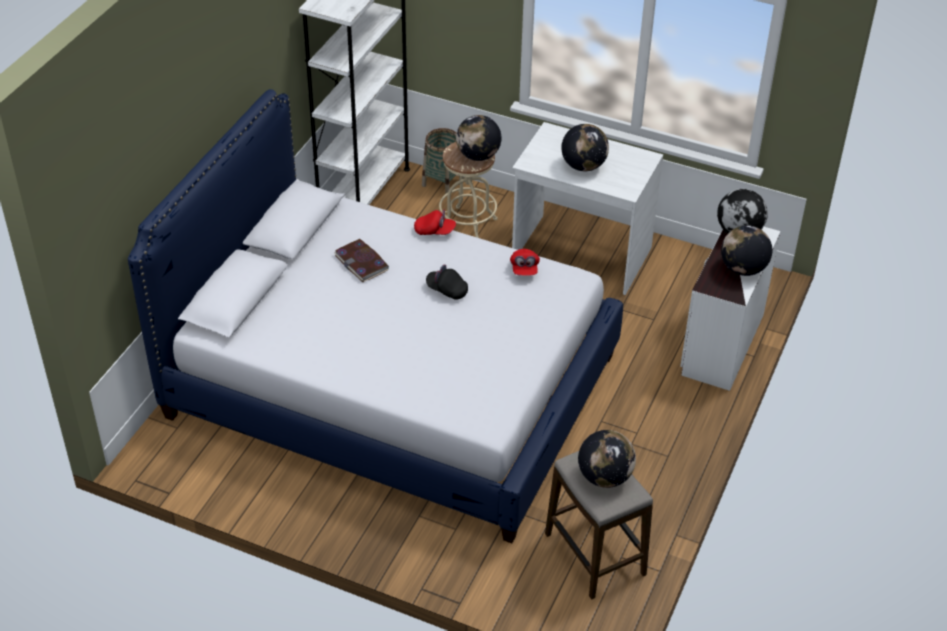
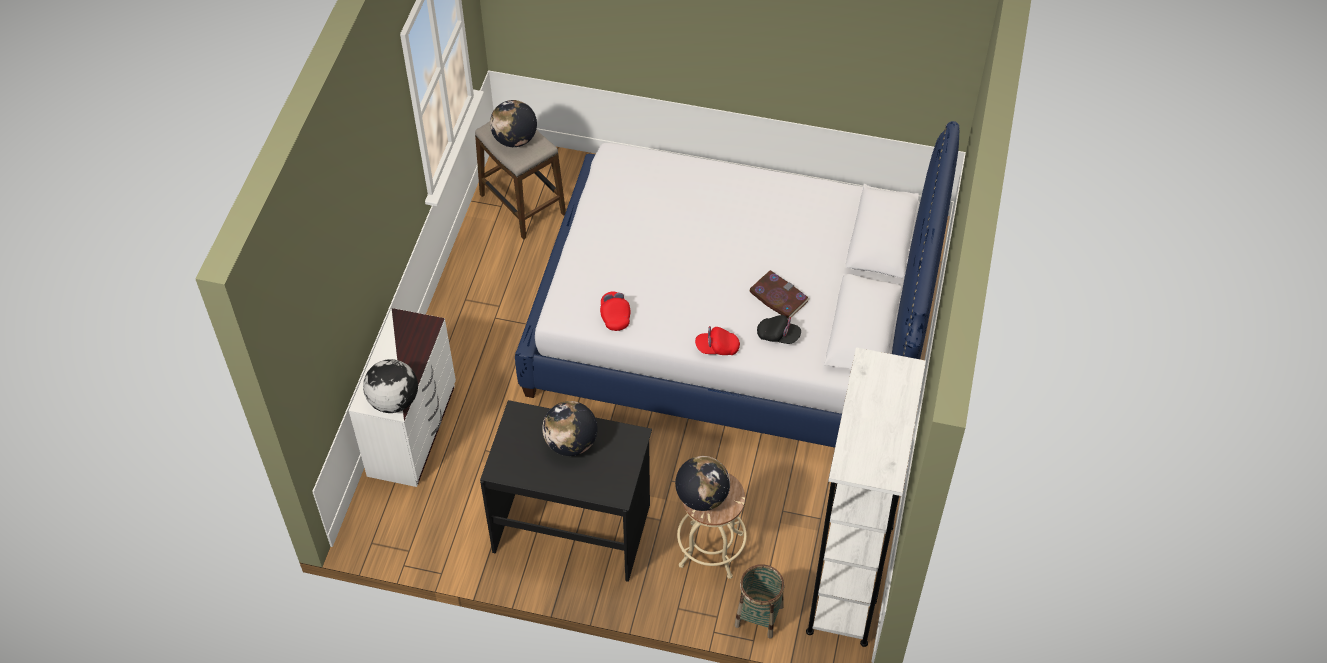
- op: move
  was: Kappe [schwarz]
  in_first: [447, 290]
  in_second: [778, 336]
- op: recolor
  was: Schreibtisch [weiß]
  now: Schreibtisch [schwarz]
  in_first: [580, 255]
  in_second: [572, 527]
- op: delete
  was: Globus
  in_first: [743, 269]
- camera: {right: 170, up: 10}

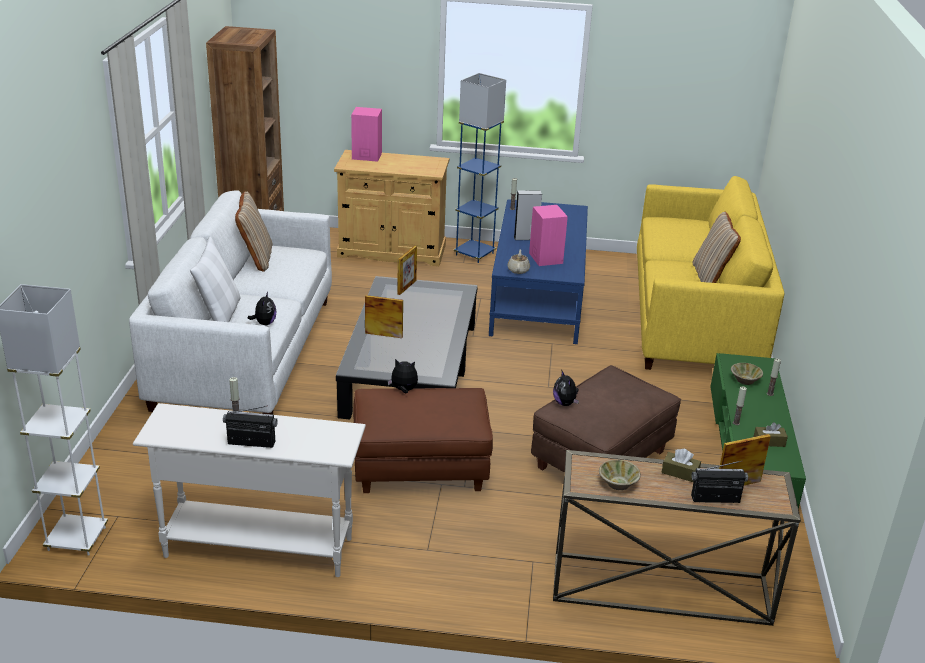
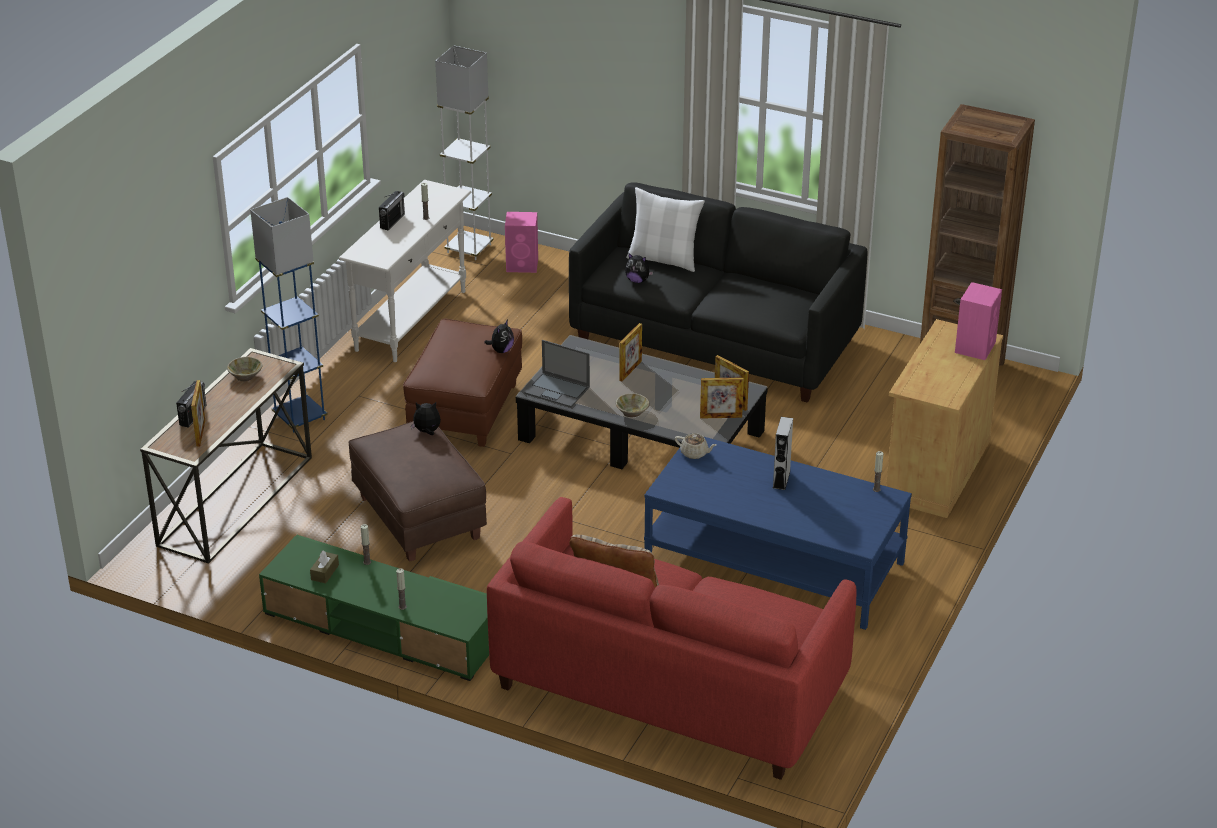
- op: recolor
  was: Sofa [weiß]
  now: Sofa [schwarz]
  in_first: [245, 352]
  in_second: [715, 341]
- op: delete
  was: Kissen [beige]
  in_first: [256, 258]
- op: move
  was: Stehlampe [blau]
  in_first: [474, 254]
  in_second: [300, 417]
- op: move
  was: Lautsprecher [rosa]
  in_first: [545, 258]
  in_second: [523, 265]
- op: recolor
  was: Sofa [gelb]
  now: Sofa [rot]
  in_first: [695, 318]
  in_second: [669, 686]
- op: delete
  was: Taschentuchbox [braun]
  in_first: [680, 473]
- op: move
  was: Schüssel [beige]
  in_first: [745, 380]
  in_second: [632, 412]
- op: insert
  now: Laptop
  in_second: [558, 390]
- op: insert
  now: Bilderrahmen
  in_second: [721, 417]
- camera: {right: 110, up: 5}

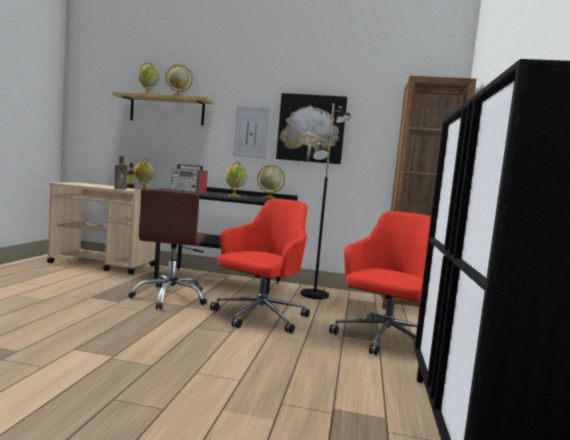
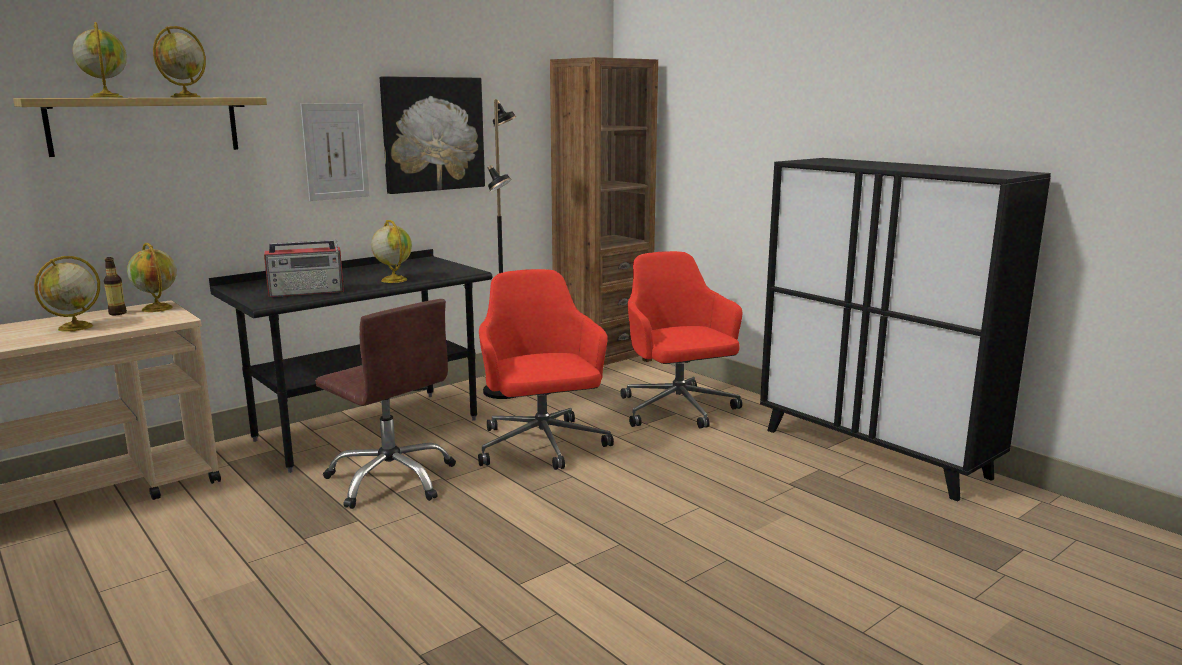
- op: delete
  was: Flasche [braun]
  in_first: [121, 189]
- op: move
  was: Globus
  in_first: [269, 198]
  in_second: [74, 327]
- camera: {right: -50, up: 10}

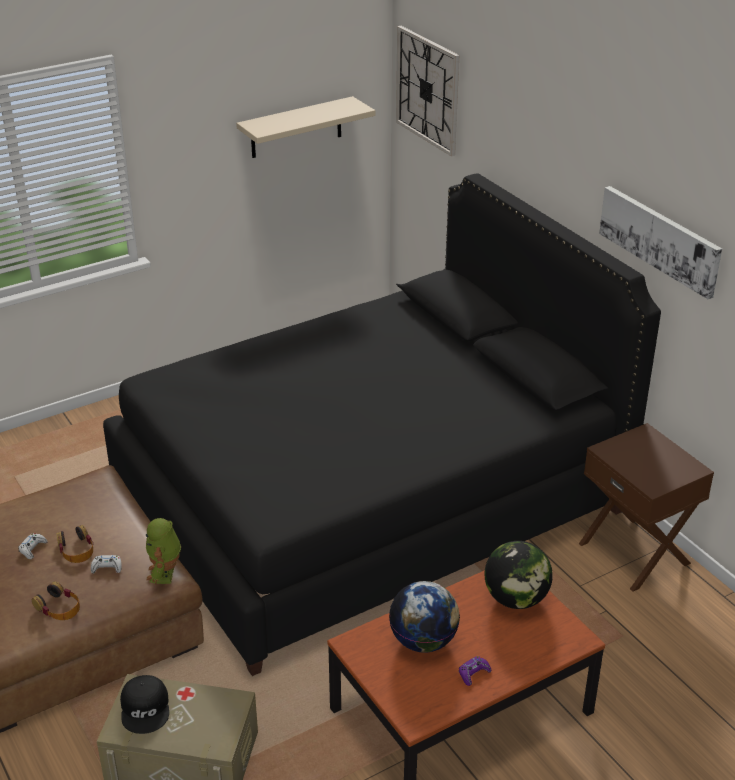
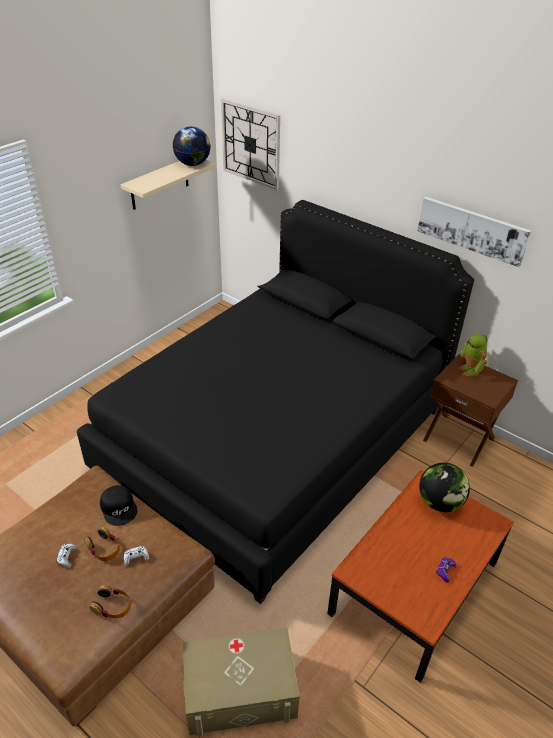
- op: move
  was: Kappe [schwarz]
  in_first: [146, 708]
  in_second: [119, 508]
- op: move
  was: Spielzeugroboter
  in_first: [165, 574]
  in_second: [470, 370]
- op: move
  was: Globus
  in_first: [423, 641]
  in_second: [193, 164]
- camera: {right: -20, up: 5}

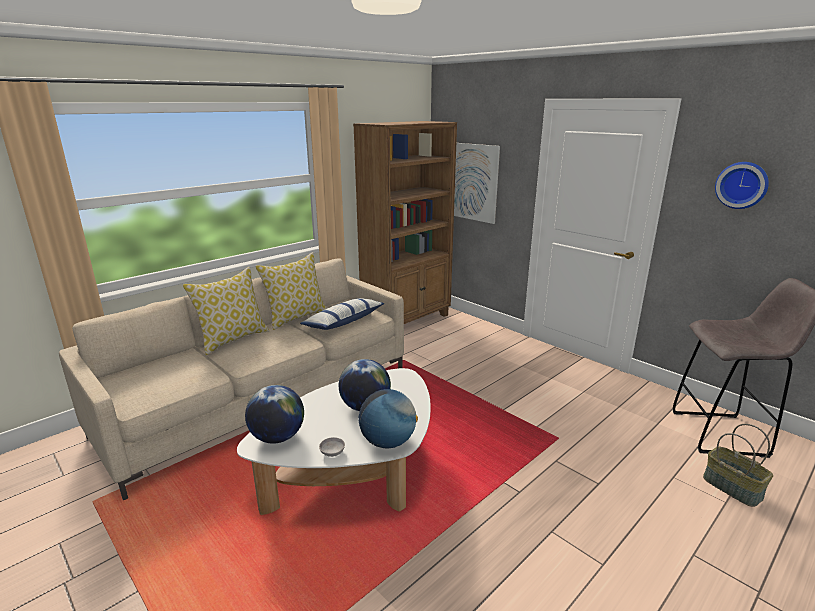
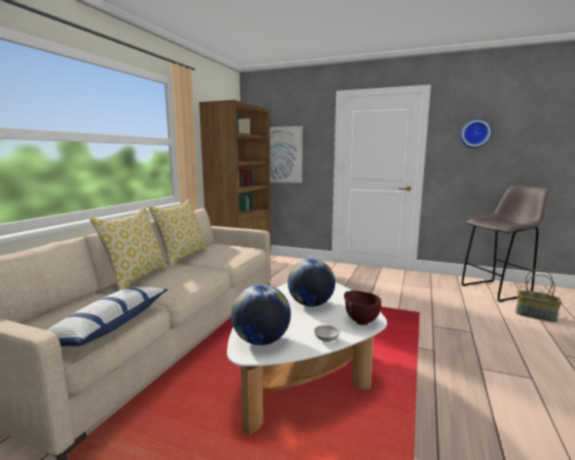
- op: move
  was: Kissen
  in_first: [344, 322]
  in_second: [109, 326]
- op: replace
  was: Globus
  now: Schüssel [braun]
  in_first: [388, 442]
  in_second: [360, 321]
- camera: {right: -25, up: -10}

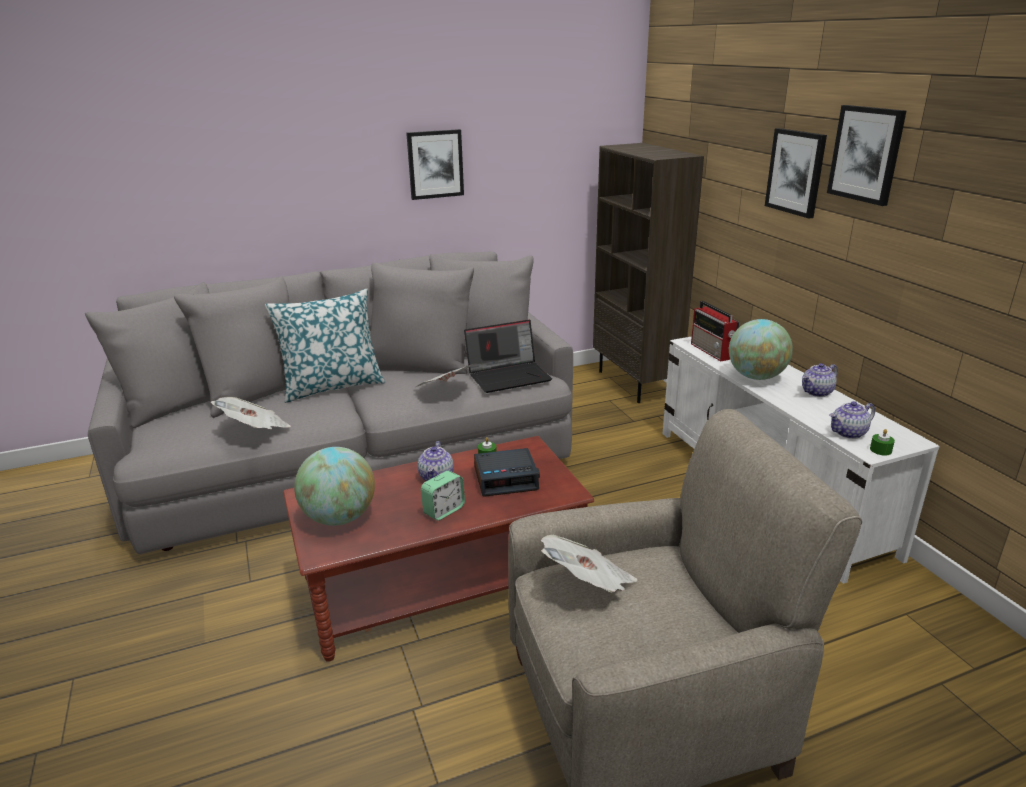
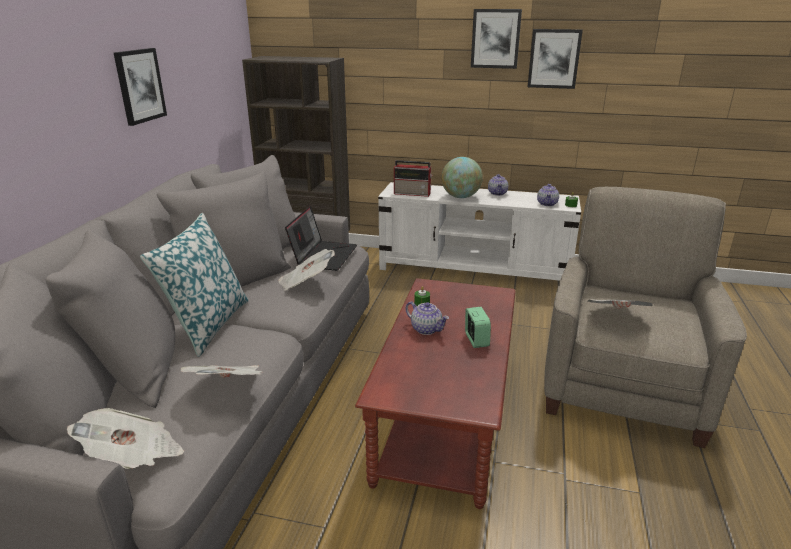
- op: delete
  was: Globus
  in_first: [339, 518]
- op: delete
  was: Wecker
  in_first: [506, 478]
- op: move
  was: Bild
  in_first: [796, 172]
  in_second: [554, 59]
- op: insert
  now: Zeitung
  in_second: [134, 457]
- camera: {right: -55, up: 0}

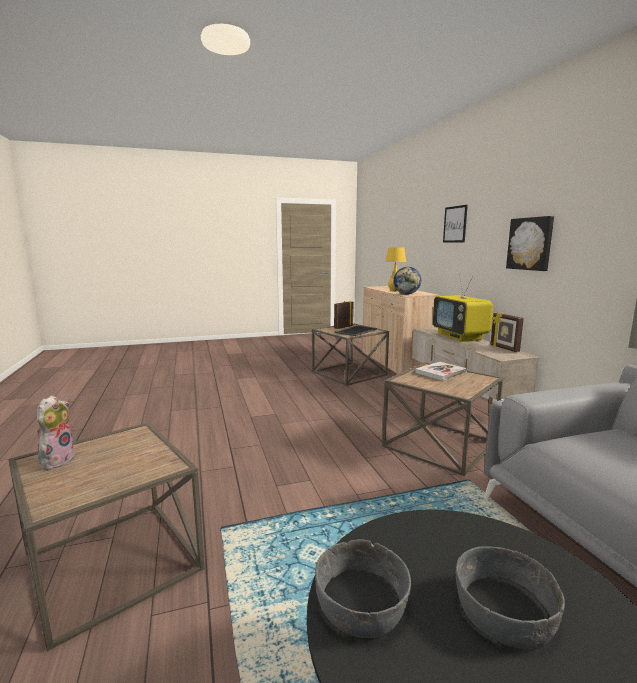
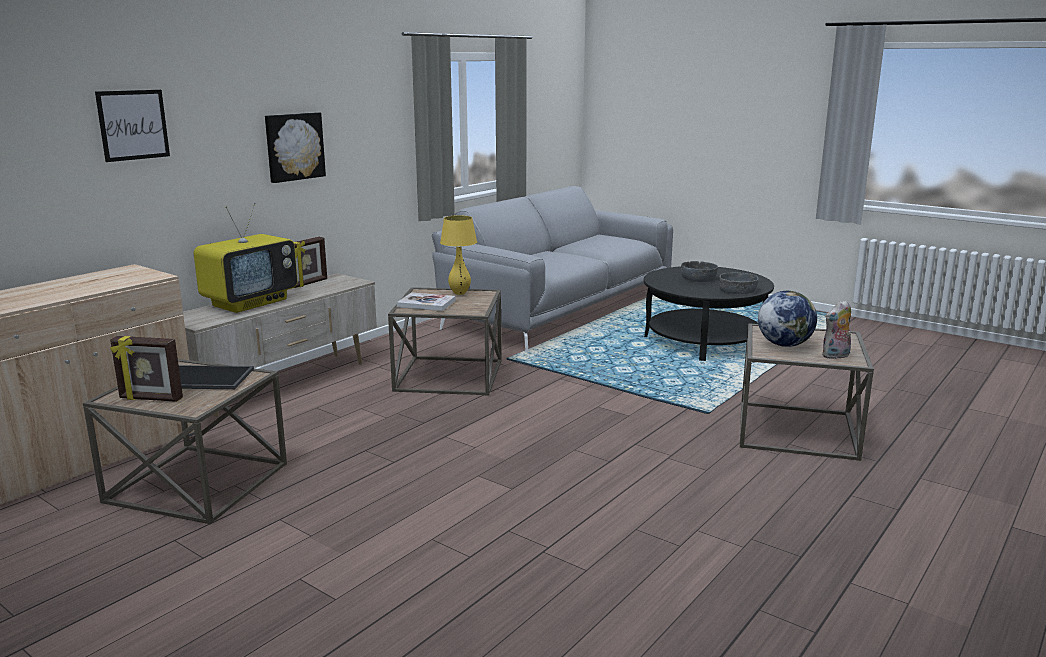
- op: move
  was: Tischlampe [gelb]
  in_first: [394, 291]
  in_second: [459, 293]
- op: move
  was: Globus
  in_first: [406, 294]
  in_second: [784, 345]
- camera: {right: -125, up: 5}

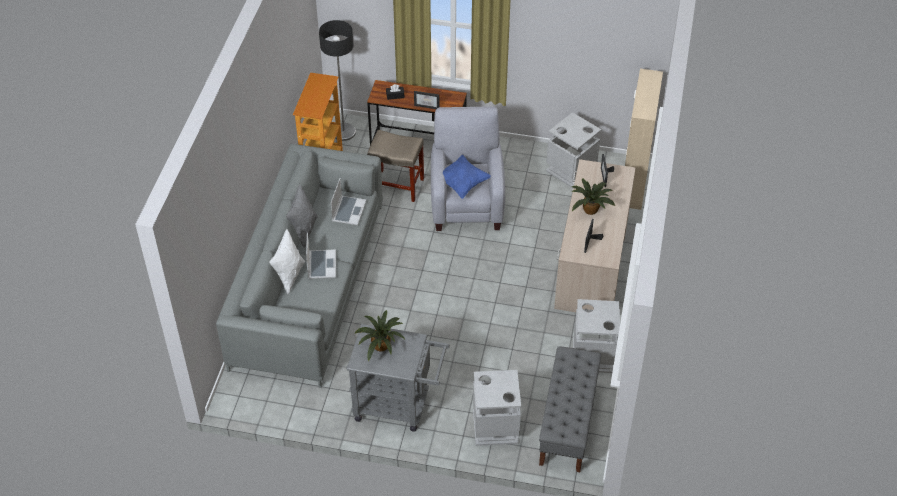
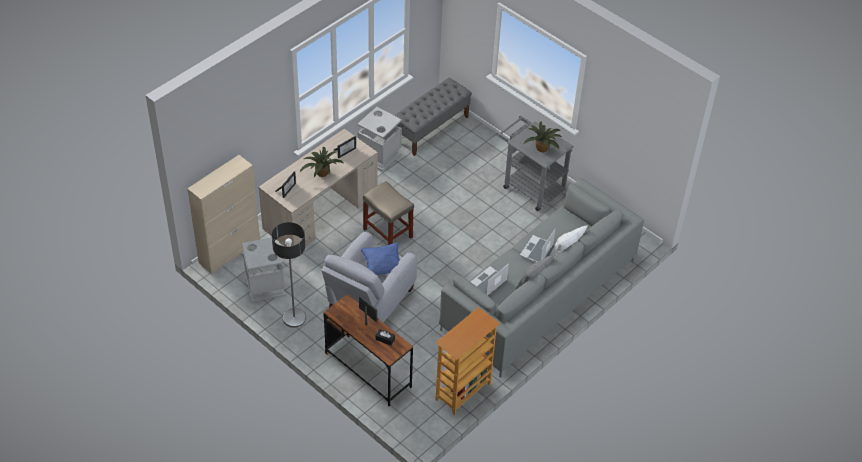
- op: move
  was: Stehlampe
  in_first: [344, 132]
  in_second: [294, 318]
- op: move
  was: Hocker [beige]
  in_first: [396, 185]
  in_second: [388, 233]
- op: delete
  was: Mülleimer [grau]
  in_first: [496, 427]
- camera: {right: -150, up: 0}

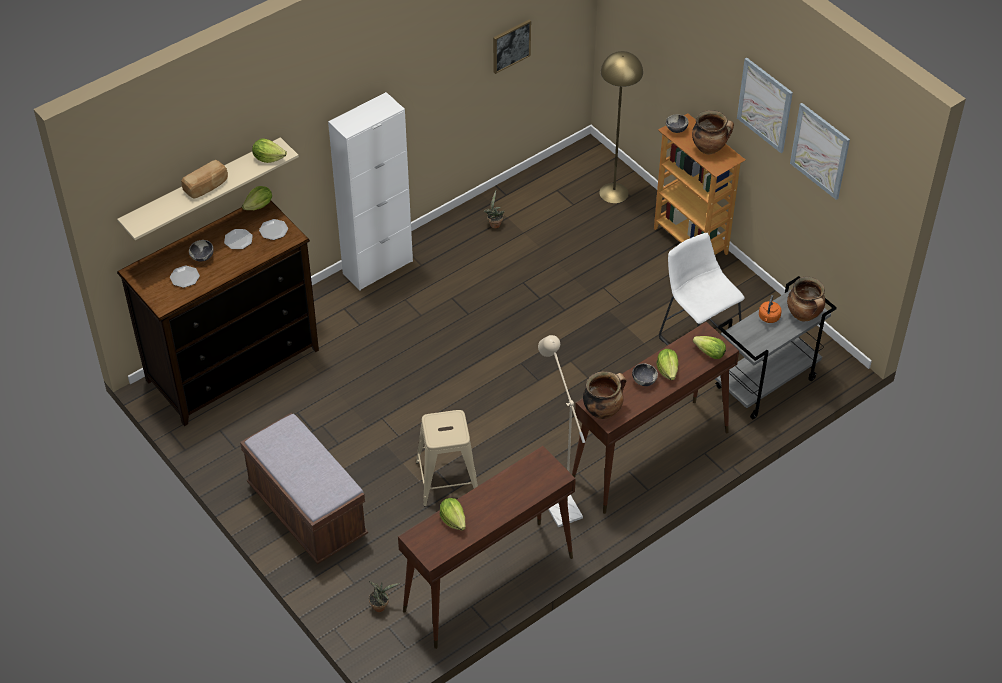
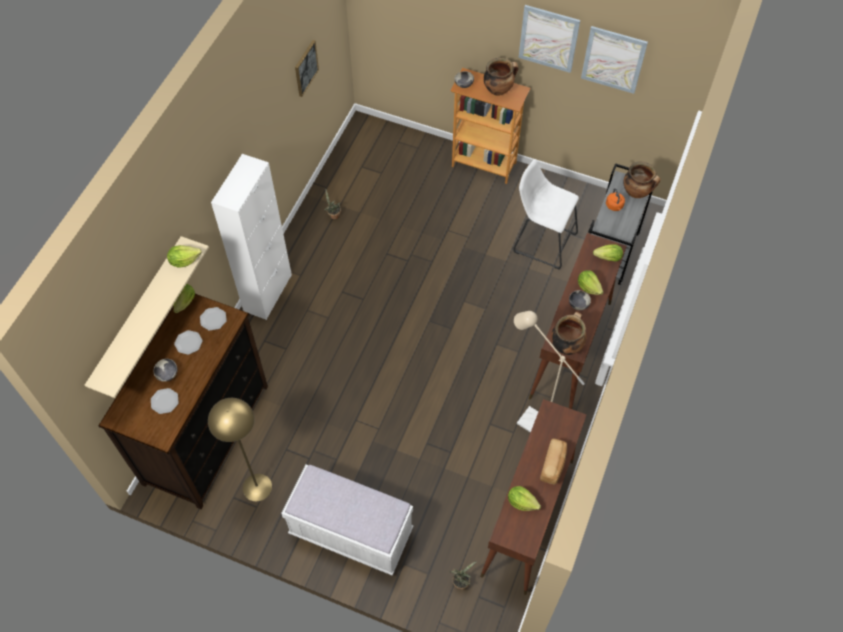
- op: move
  was: Brot
  in_first: [206, 186]
  in_second: [553, 465]
- op: recolor
  was: Bank [braun]
  now: Bank [weiß]
  in_first: [307, 512]
  in_second: [351, 532]
- op: delete
  was: Hocker [beige]
  in_first: [447, 479]
- op: move
  was: Stehlampe [gelb]
  in_first: [613, 192]
  in_second: [257, 487]
- camera: {right: -30, up: 10}

